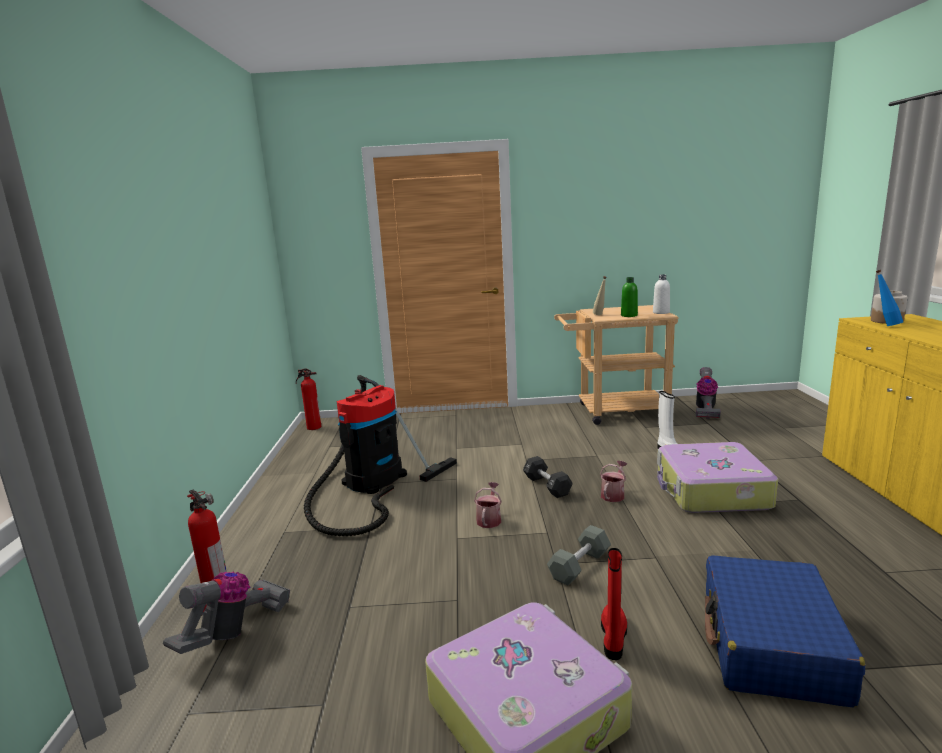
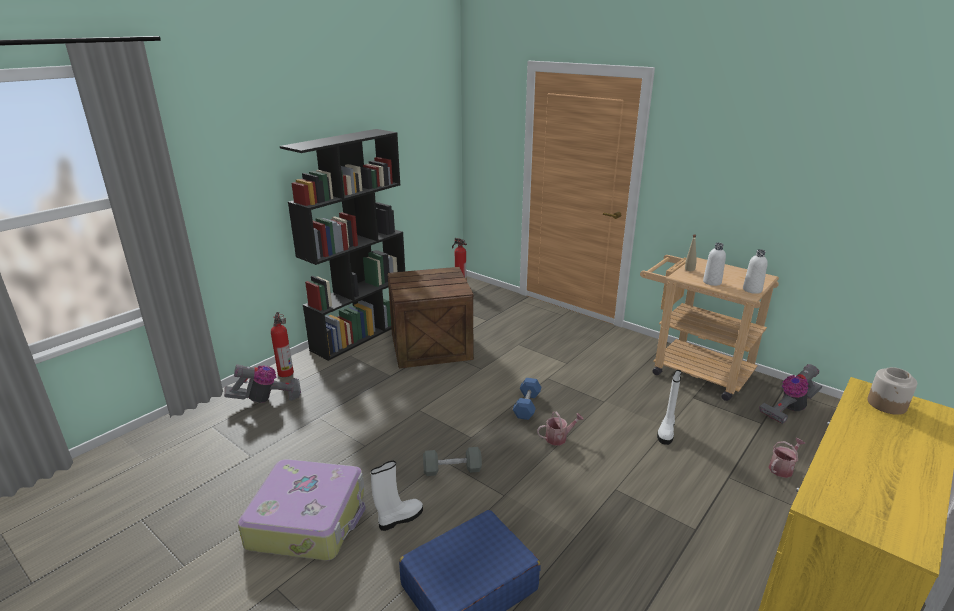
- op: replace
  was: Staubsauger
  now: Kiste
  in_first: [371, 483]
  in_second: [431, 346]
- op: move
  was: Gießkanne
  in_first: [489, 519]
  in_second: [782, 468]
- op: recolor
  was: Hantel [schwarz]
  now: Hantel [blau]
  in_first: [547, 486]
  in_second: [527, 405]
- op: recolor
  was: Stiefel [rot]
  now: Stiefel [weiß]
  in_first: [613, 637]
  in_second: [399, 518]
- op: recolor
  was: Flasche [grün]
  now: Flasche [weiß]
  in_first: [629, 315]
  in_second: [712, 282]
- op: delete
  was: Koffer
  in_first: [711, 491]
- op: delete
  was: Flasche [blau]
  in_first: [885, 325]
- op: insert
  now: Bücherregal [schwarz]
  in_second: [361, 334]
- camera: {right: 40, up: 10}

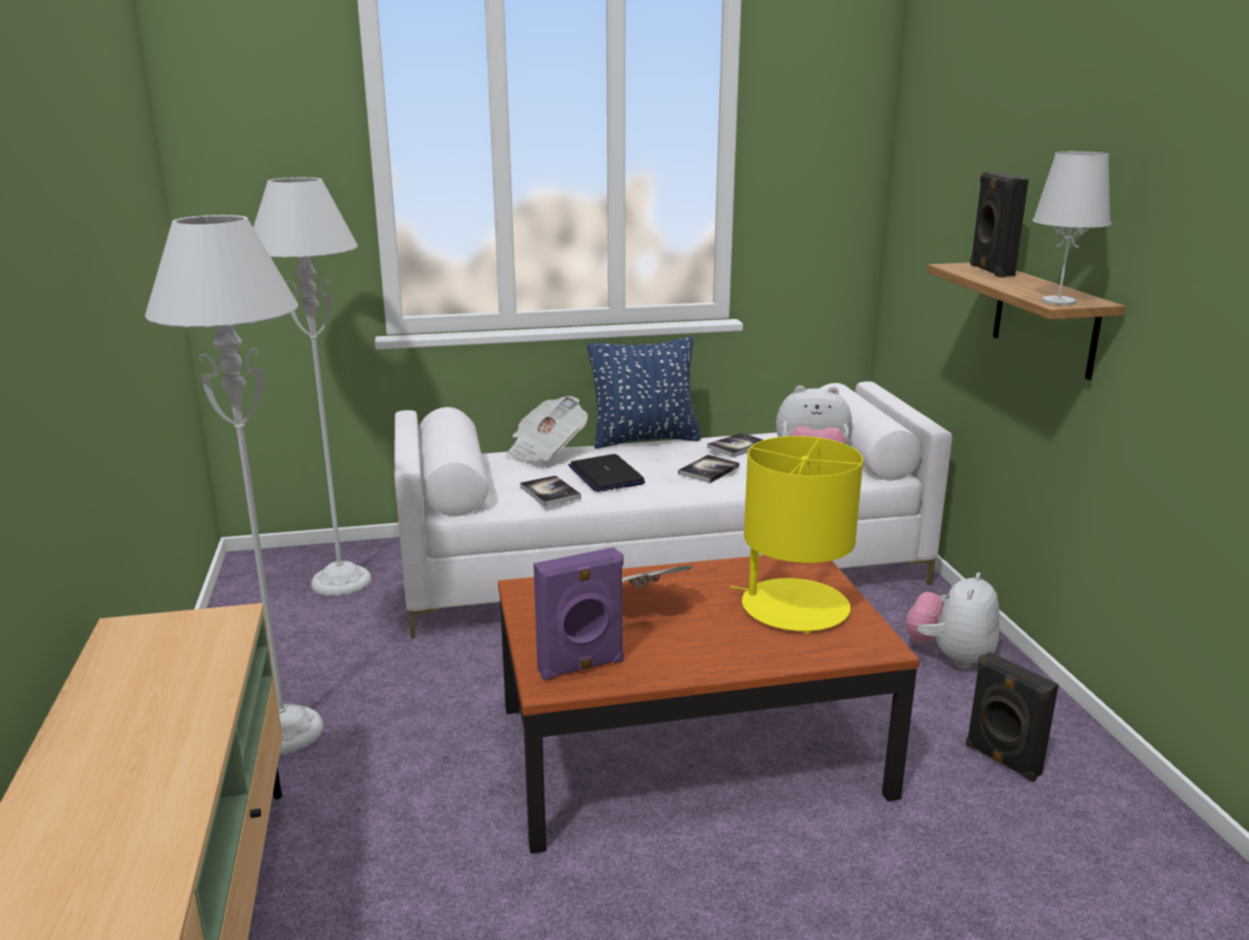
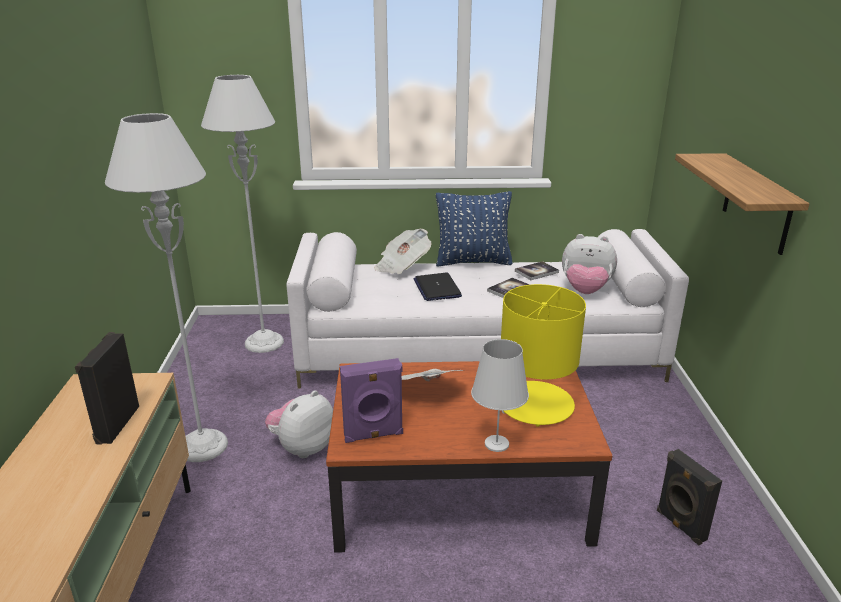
- op: delete
  was: Buch
  in_first: [550, 492]
- op: move
  was: Plüschtier
  in_first: [950, 656]
  in_second: [302, 447]
- op: move
  was: Lautsprecher [schwarz]
  in_first: [990, 271]
  in_second: [116, 424]
- op: move
  was: Tischlampe [weiß]
  in_first: [1058, 301]
  in_second: [496, 443]
- camera: {right: 10, up: 5}

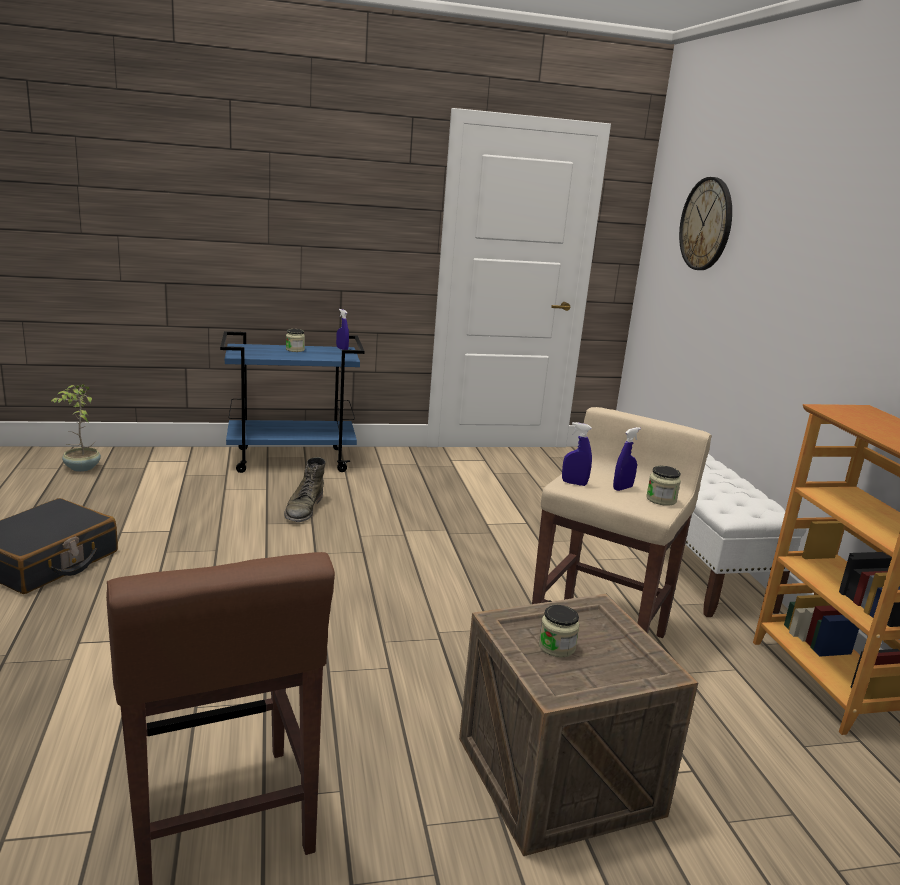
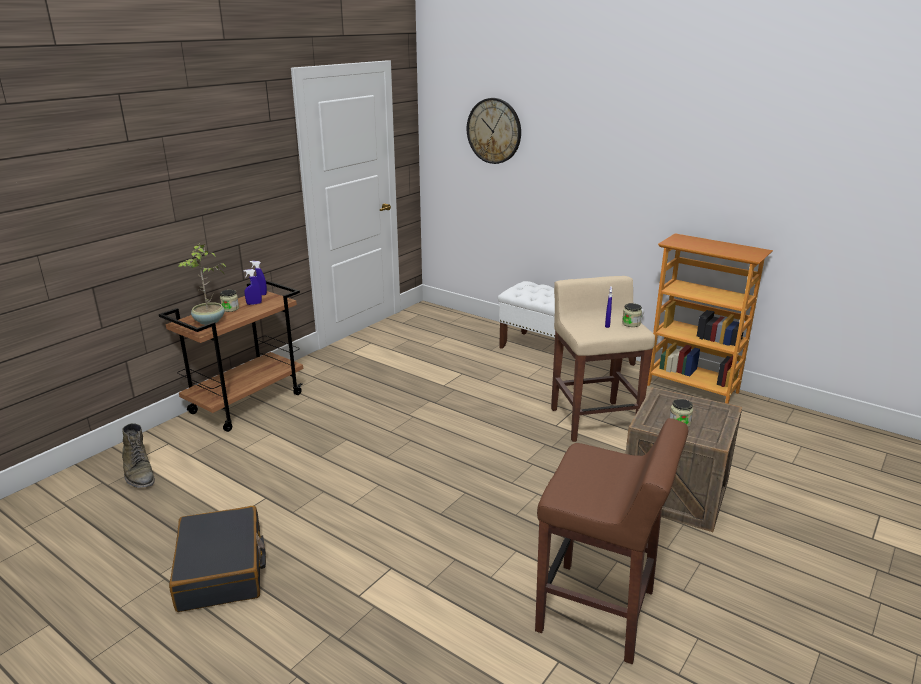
- op: move
  was: Topfpflanze
  in_first: [81, 468]
  in_second: [209, 321]
- op: recolor
  was: Rollwagen [blau]
  now: Rollwagen [braun]
  in_first: [292, 460]
  in_second: [247, 403]
- op: move
  was: Stiefel [grün]
  in_first: [304, 509]
  in_second: [138, 473]
- op: move
  was: Sprühflasche [blau]
  in_first: [574, 483]
  in_second: [254, 304]
- camera: {right: -40, up: 5}

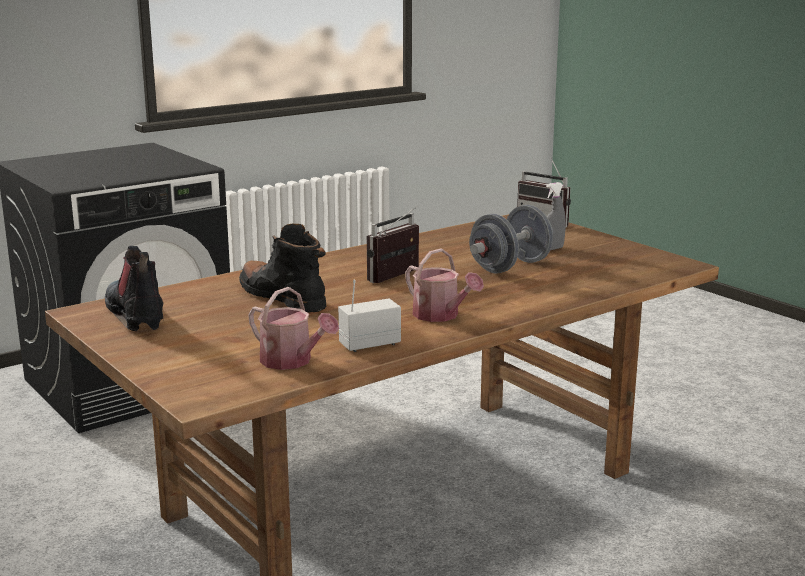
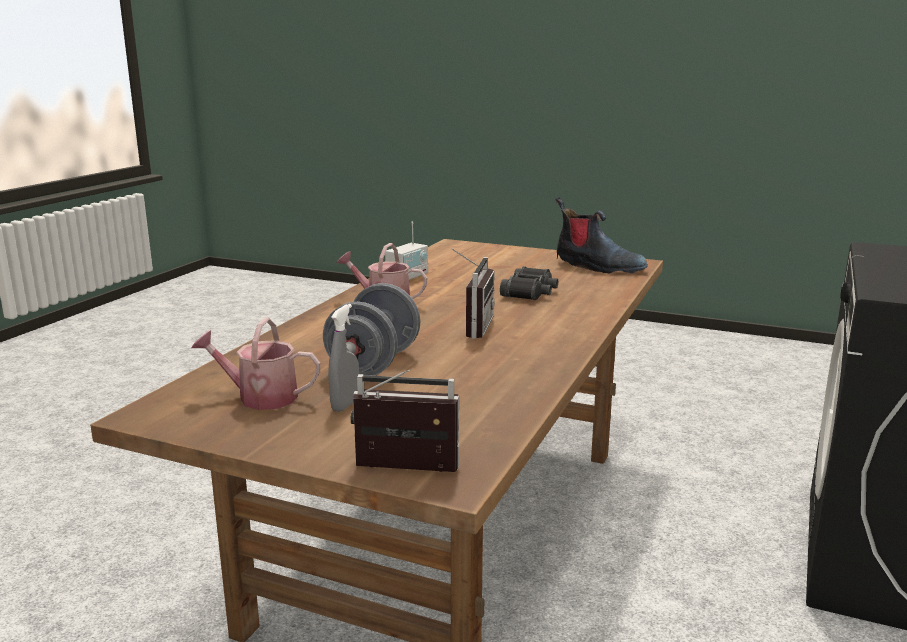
- op: replace
  was: Stiefel [schwarz]
  now: Fernglas [schwarz]
  in_first: [283, 298]
  in_second: [530, 293]
- op: move
  was: Gießkanne
  in_first: [291, 361]
  in_second: [260, 397]
- camera: {right: 150, up: 0}

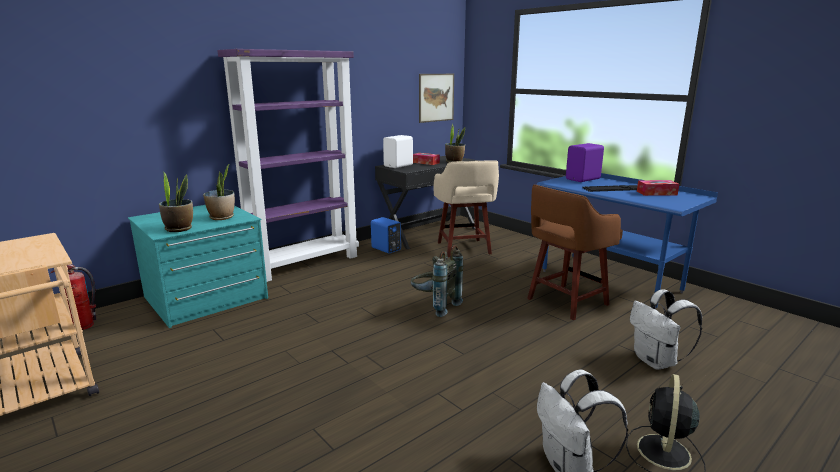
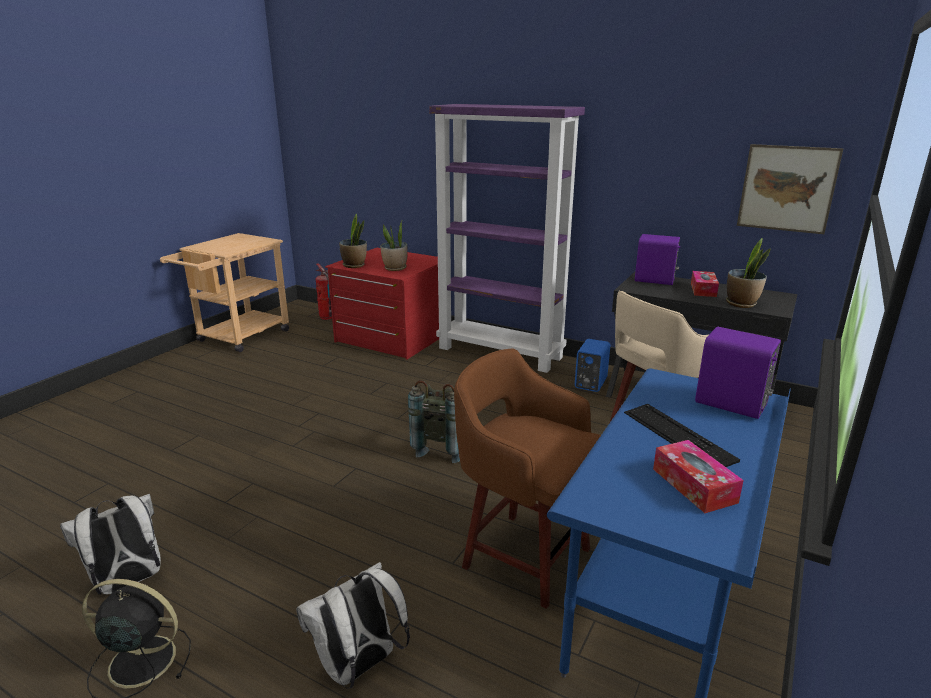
- op: recolor
  was: Kommode [türkis]
  now: Kommode [rot]
  in_first: [206, 298]
  in_second: [392, 337]
- op: recolor
  was: Lautsprecher [weiß]
  now: Lautsprecher [lila]
  in_first: [399, 166]
  in_second: [655, 281]
- camera: {right: 70, up: 5}

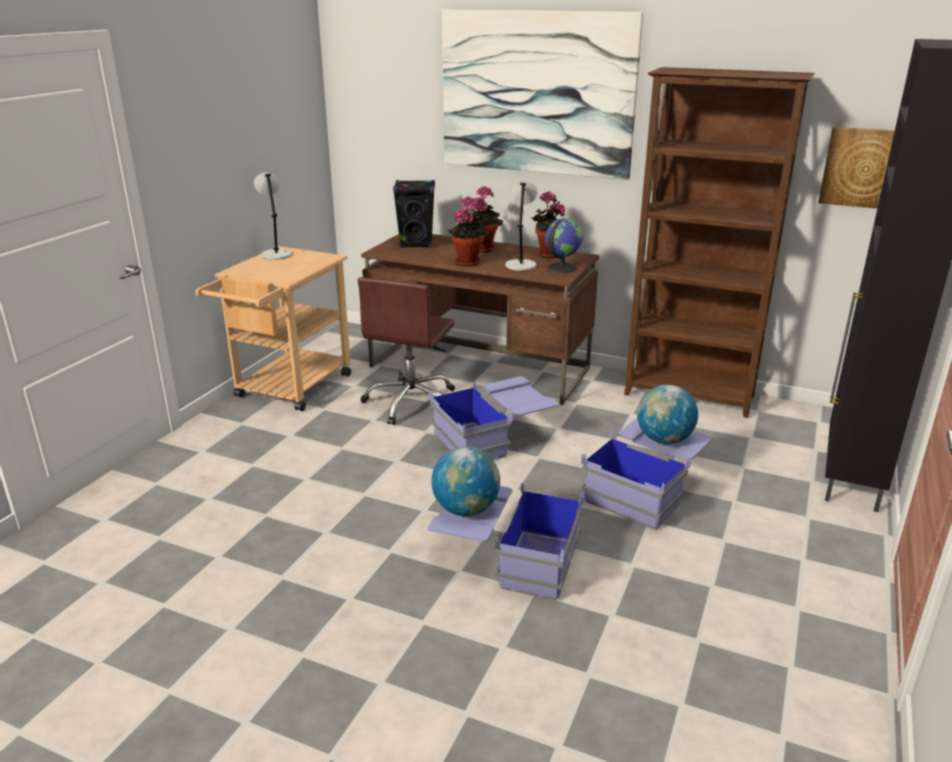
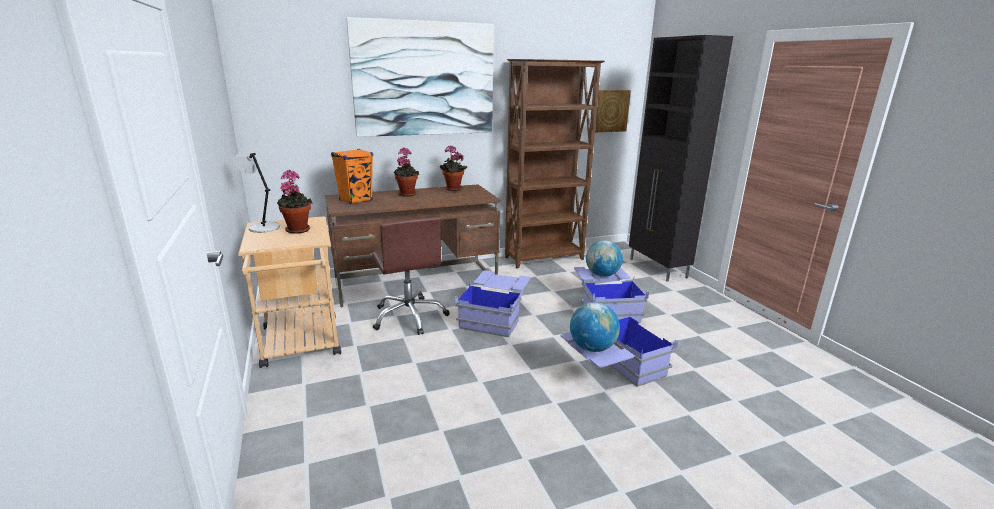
- op: recolor
  was: Lautsprecher [schwarz]
  now: Lautsprecher [orange]
  in_first: [416, 244]
  in_second: [356, 200]
- op: move
  was: Topfpflanze
  in_first: [468, 262]
  in_second: [297, 229]
- op: delete
  was: Tischlampe [grau]
  in_first: [521, 265]
- op: delete
  was: Globus
  in_first: [561, 268]
- camera: {right: -45, up: -5}

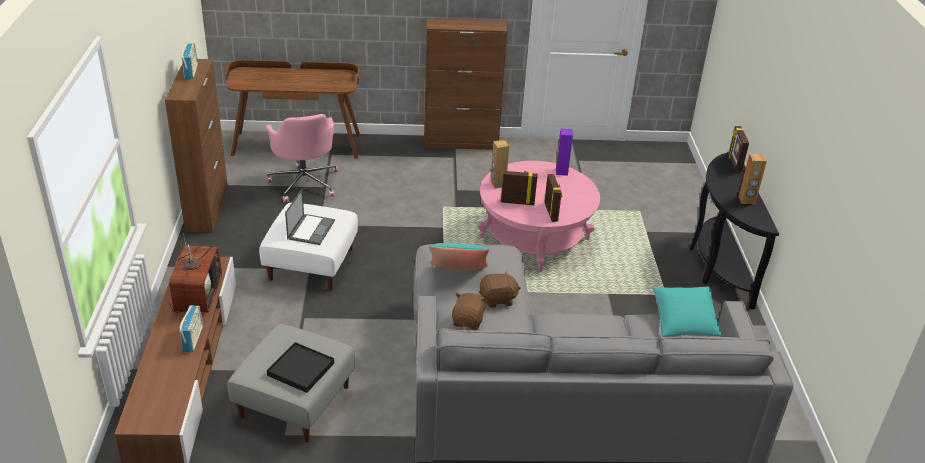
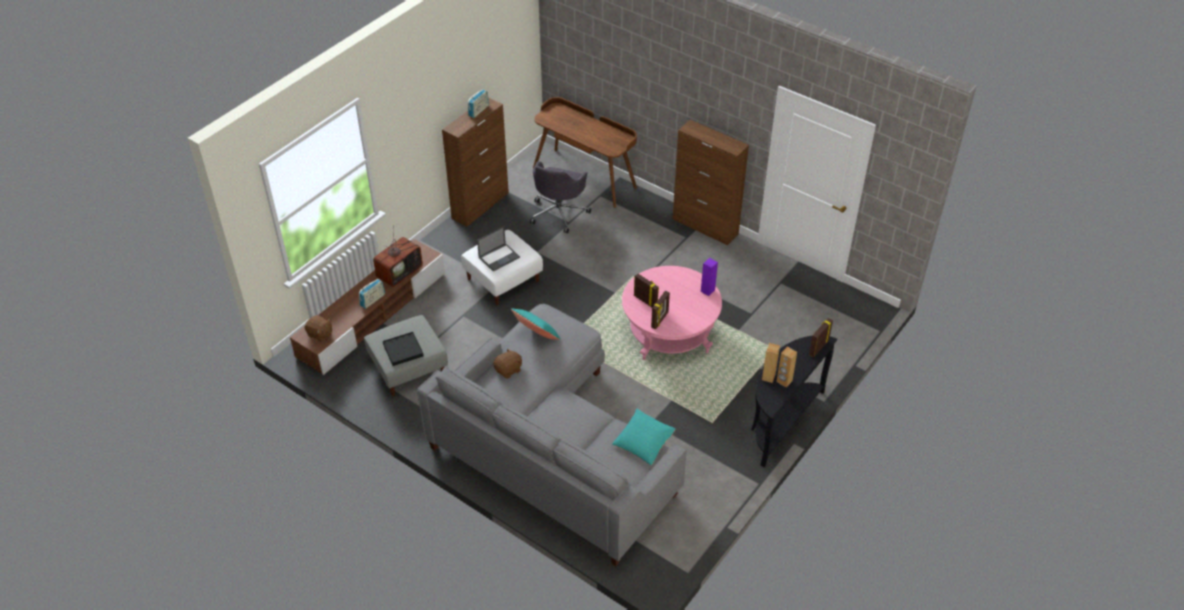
- op: recolor
  was: Bürostuhl [rosa]
  now: Bürostuhl [grau]
  in_first: [304, 183]
  in_second: [559, 213]
- op: move
  was: Plüschtier [braun]
  in_first: [498, 299]
  in_second: [320, 334]
- op: move
  was: Lautsprecher [braun]
  in_first: [498, 184]
  in_second: [768, 377]
- camera: {right: 40, up: 10}

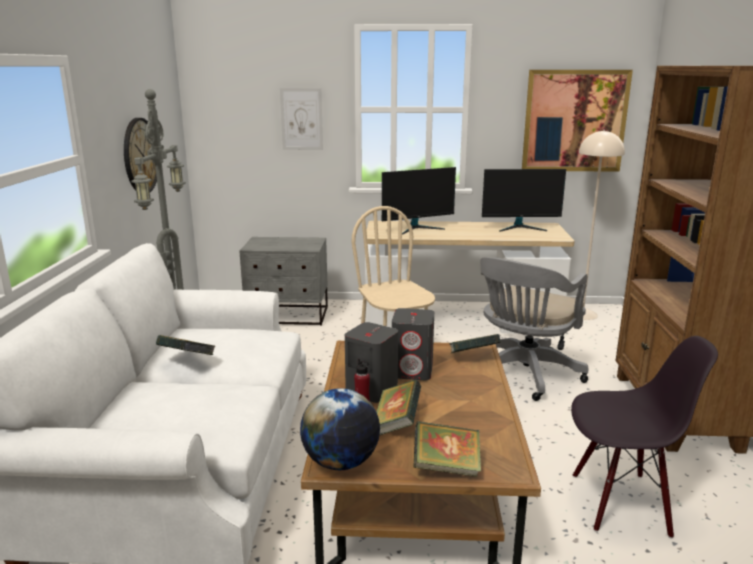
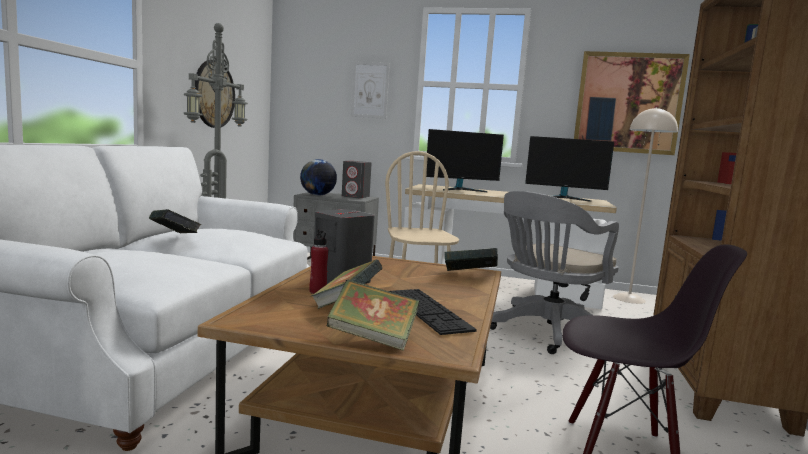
- op: move
  was: Globus
  in_first: [341, 462]
  in_second: [317, 195]
- op: move
  was: Lautsprecher [grau]
  in_first: [412, 371]
  in_second: [356, 196]
- op: insert
  now: Tastatur
  in_second: [428, 310]
- camera: {right: 10, up: -10}

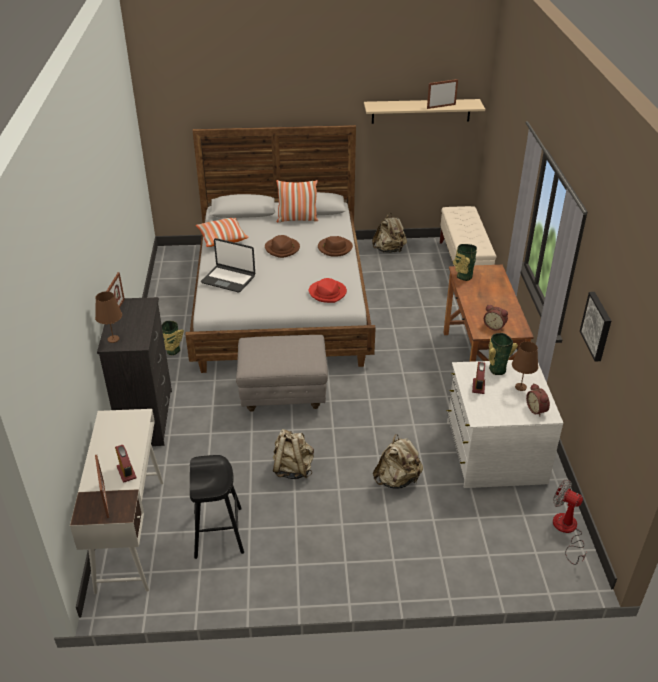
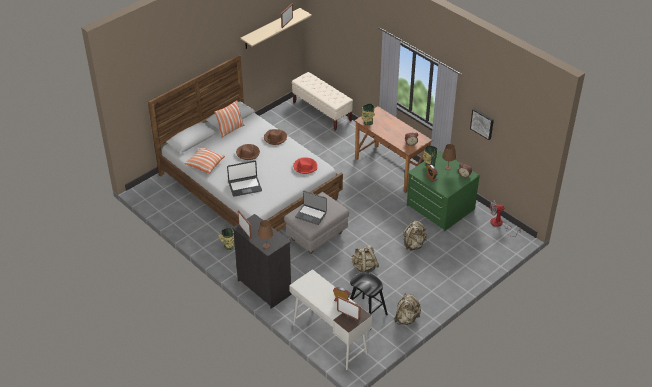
- op: move
  was: Rucksack [beige]
  in_first: [389, 250]
  in_second: [406, 318]
- op: recolor
  was: Kommode [weiß]
  now: Kommode [grün]
  in_first: [493, 452]
  in_second: [439, 207]
- op: insert
  now: Laptop
  in_second: [311, 215]
- camera: {right: -40, up: 5}

